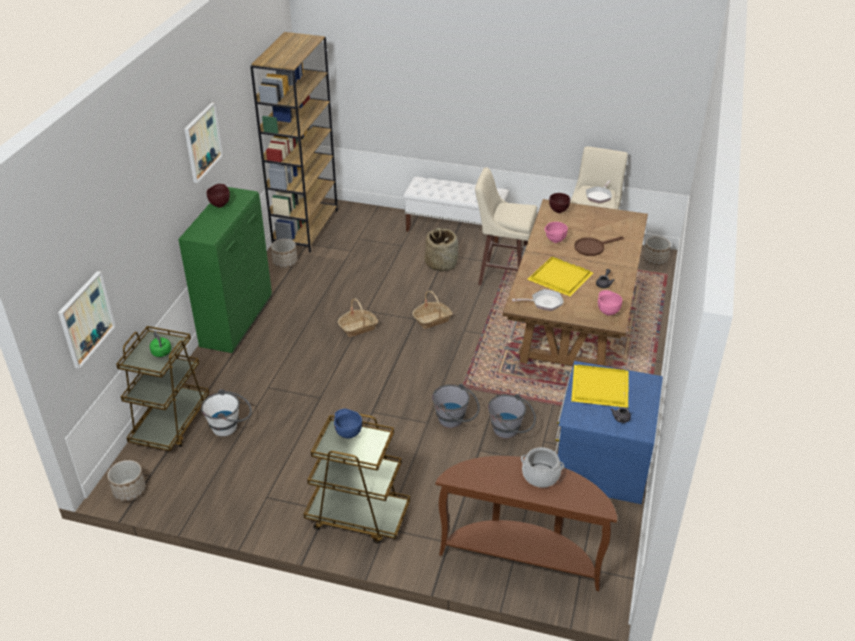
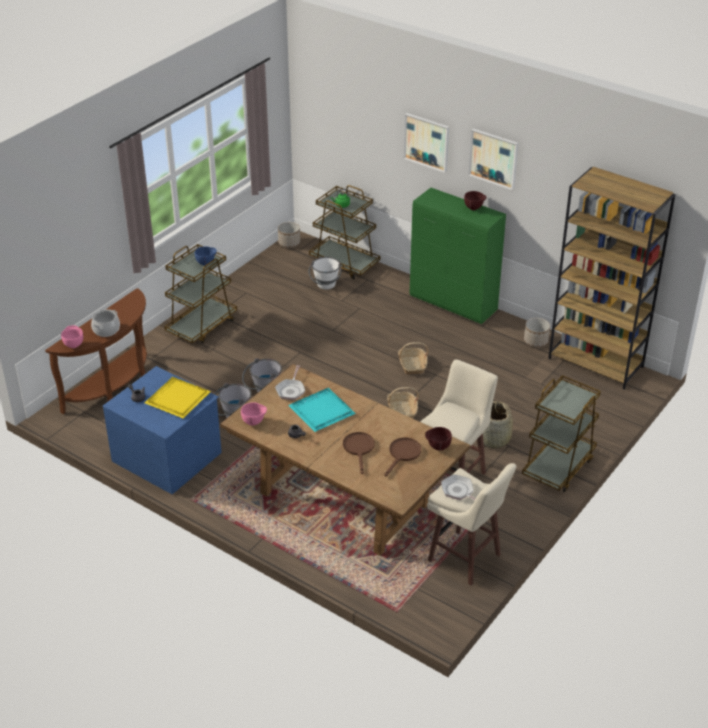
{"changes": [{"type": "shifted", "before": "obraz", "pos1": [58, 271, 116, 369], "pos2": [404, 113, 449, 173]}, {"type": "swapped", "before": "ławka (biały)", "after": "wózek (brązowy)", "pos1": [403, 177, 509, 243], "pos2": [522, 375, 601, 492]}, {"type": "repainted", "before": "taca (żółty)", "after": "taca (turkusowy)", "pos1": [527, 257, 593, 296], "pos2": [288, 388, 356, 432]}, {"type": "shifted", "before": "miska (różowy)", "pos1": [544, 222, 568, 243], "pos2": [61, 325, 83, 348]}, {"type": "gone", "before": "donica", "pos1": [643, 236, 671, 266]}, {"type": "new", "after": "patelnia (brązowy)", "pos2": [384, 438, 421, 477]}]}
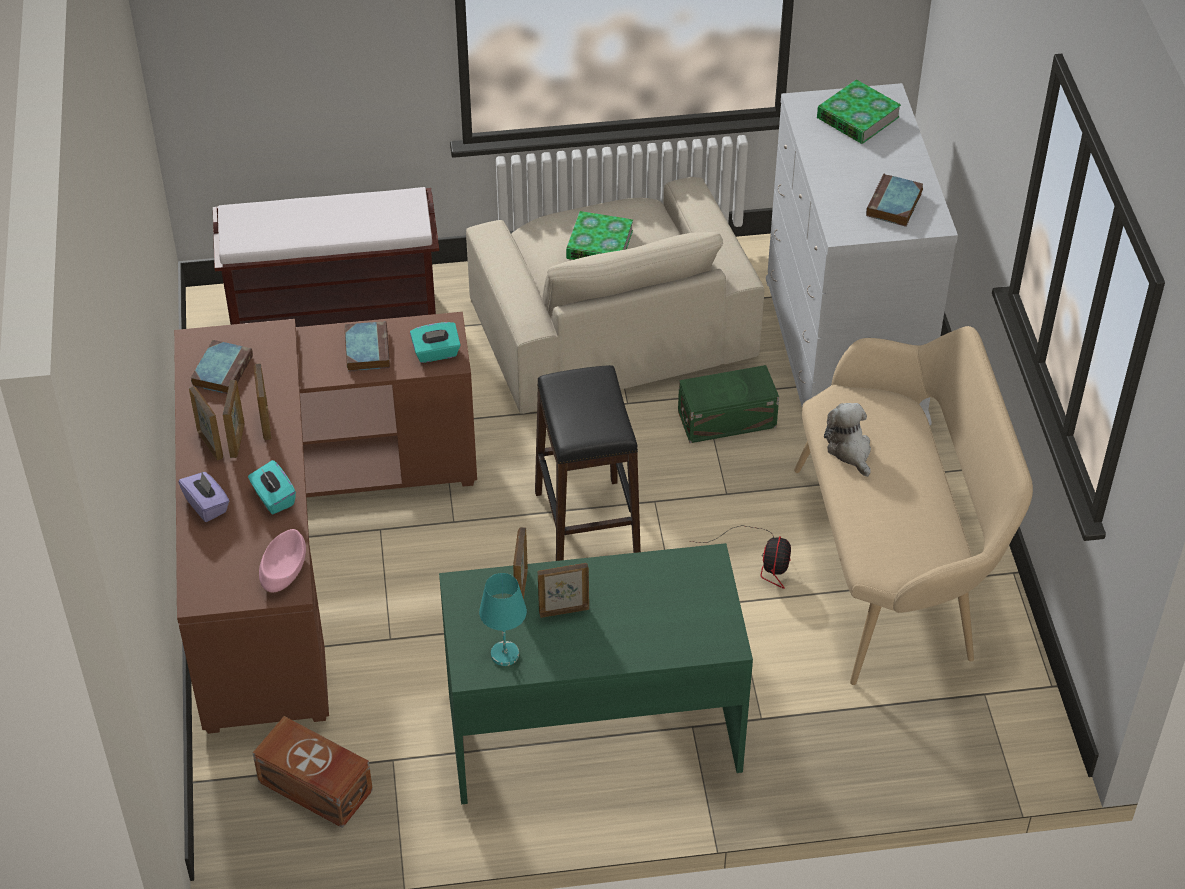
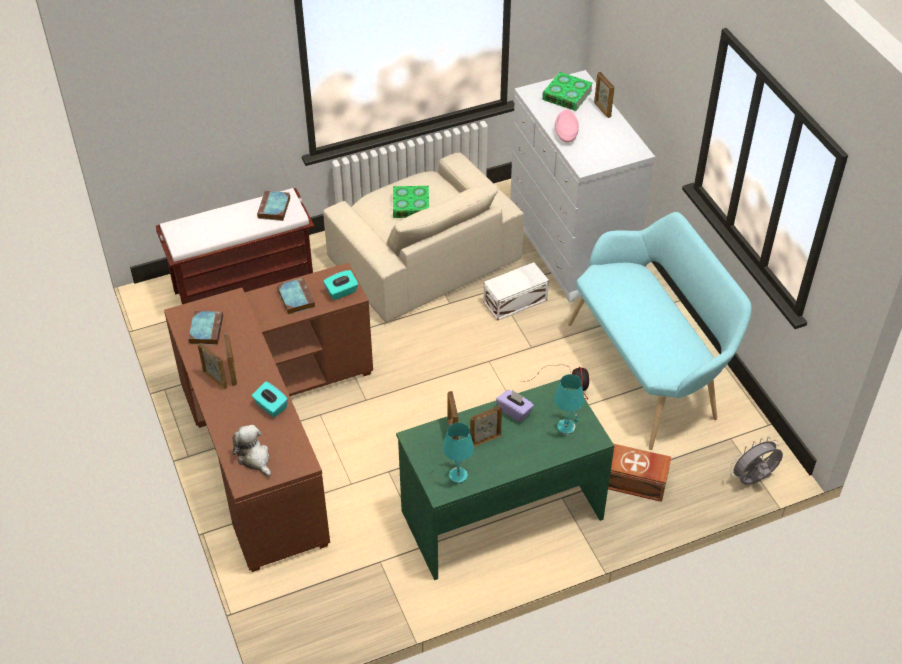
{"changes": [{"type": "shifted", "before": "pudełko chusteczek (fioletowy)", "pos1": [178, 472, 230, 522], "pos2": [496, 389, 534, 422]}, {"type": "shifted", "before": "pojemnik do przechowywania (brązowy)", "pos1": [253, 716, 373, 828], "pos2": [608, 444, 671, 502]}, {"type": "shifted", "before": "ramka na zdjęcie", "pos1": [254, 363, 271, 440], "pos2": [594, 72, 614, 118]}, {"type": "shifted", "before": "miska (różowy)", "pos1": [259, 529, 306, 592], "pos2": [555, 109, 579, 142]}, {"type": "gone", "before": "stołek (czarny)", "pos1": [535, 365, 641, 561]}, {"type": "repainted", "before": "pojemnik do przechowywania (zielony)", "after": "pojemnik do przechowywania (biały)", "pos1": [678, 365, 779, 443], "pos2": [483, 262, 549, 320]}, {"type": "repainted", "before": "ławka (beżowy)", "after": "ławka (turkusowy)", "pos1": [794, 326, 1033, 685], "pos2": [568, 212, 752, 450]}, {"type": "shifted", "before": "pluszak", "pos1": [824, 403, 871, 477], "pos2": [232, 425, 271, 477]}, {"type": "shifted", "before": "książka", "pos1": [866, 174, 923, 227], "pos2": [257, 191, 290, 221]}, {"type": "new", "after": "lampa stołowa (turkusowy)", "pos2": [554, 374, 584, 435]}, {"type": "new", "after": "wentylator (szary)", "pos2": [729, 437, 783, 485]}]}
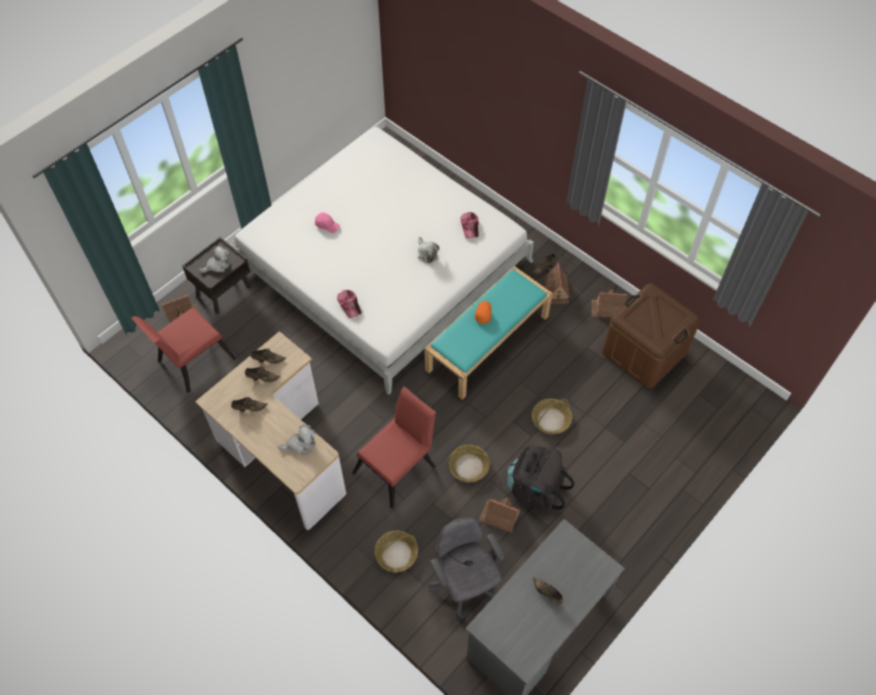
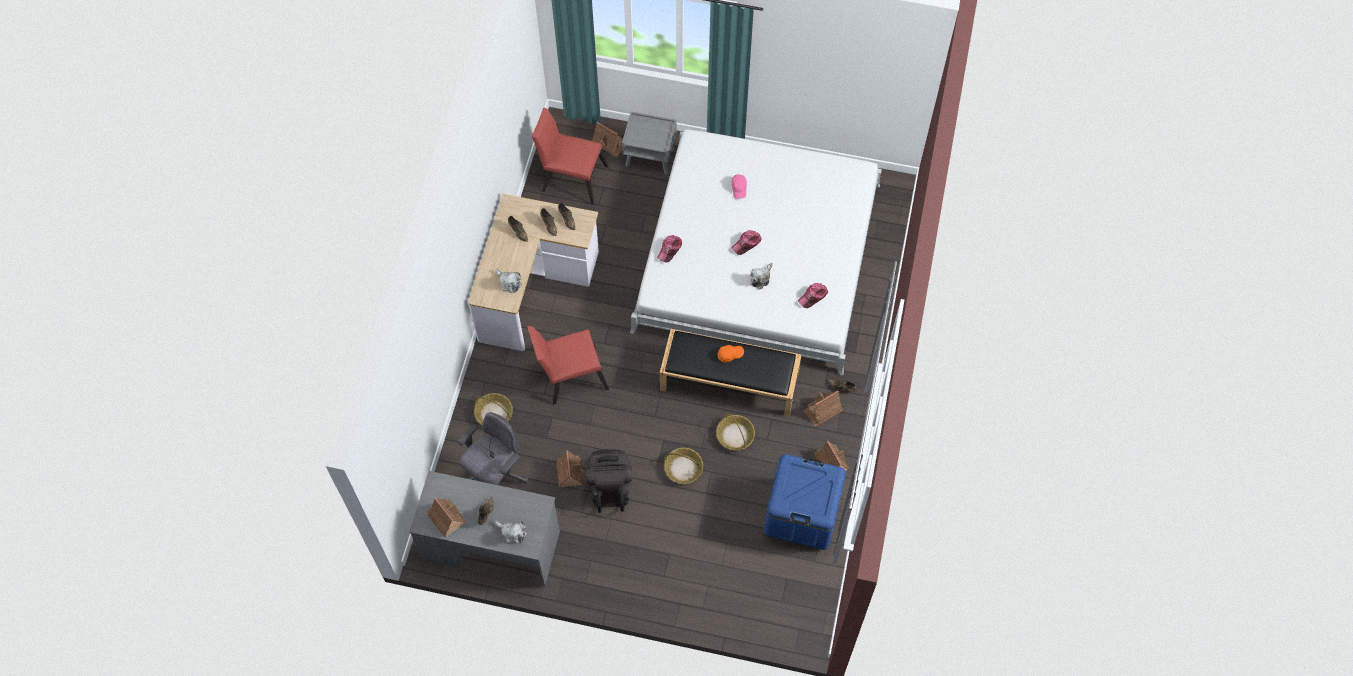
{"changes": [{"type": "repainted", "before": "szafka nocna (brązowy)", "after": "szafka nocna (szary)", "pos1": [182, 237, 251, 314], "pos2": [622, 112, 676, 175]}, {"type": "shifted", "before": "pluszak", "pos1": [199, 246, 230, 273], "pos2": [495, 520, 527, 544]}, {"type": "rotated", "before": "krzesło (czerwony)", "pos1": [352, 386, 436, 509], "pos2": [527, 326, 609, 405], "turn": 150}, {"type": "repainted", "before": "ławka (turkusowy)", "after": "ławka (czarny)", "pos1": [425, 266, 552, 400], "pos2": [660, 329, 801, 417]}, {"type": "shifted", "before": "koszyk", "pos1": [449, 445, 490, 482], "pos2": [716, 413, 755, 451]}, {"type": "repainted", "before": "pojemnik do przechowywania (brązowy)", "after": "pojemnik do przechowywania (niebieski)", "pos1": [602, 283, 700, 389], "pos2": [764, 454, 846, 550]}, {"type": "new", "after": "domek", "pos2": [426, 498, 466, 537]}, {"type": "new", "after": "czapka z daszkiem", "pos2": [732, 230, 762, 255]}]}
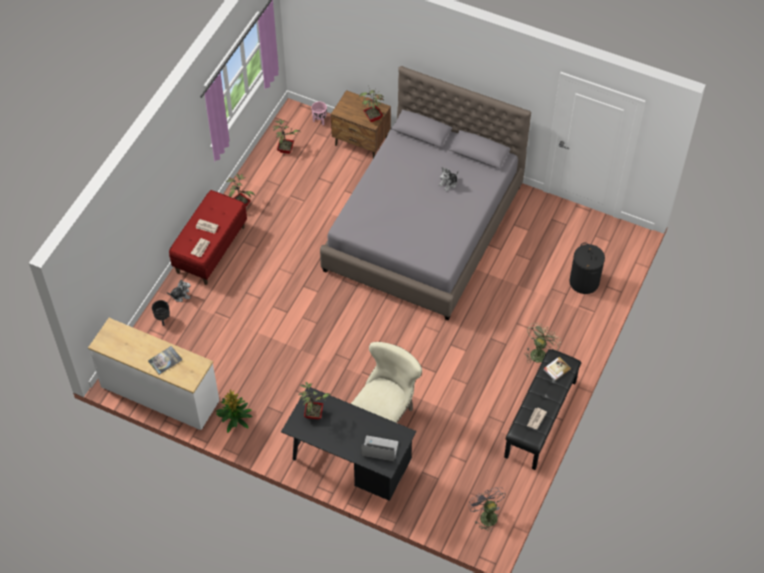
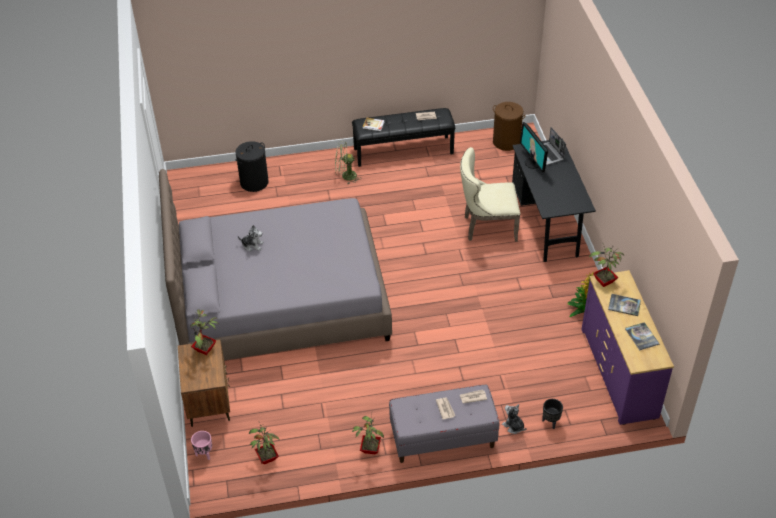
{"changes": [{"type": "repainted", "before": "komoda (biały)", "after": "komoda (fioletowy)", "pos1": [88, 318, 220, 430], "pos2": [581, 270, 674, 425]}, {"type": "repainted", "before": "ławka (czerwony)", "after": "ławka (szary)", "pos1": [169, 190, 247, 285], "pos2": [389, 385, 499, 463]}, {"type": "shifted", "before": "roślina doniczkowa", "pos1": [299, 382, 331, 419], "pos2": [589, 242, 624, 287]}, {"type": "swapped", "before": "wentylator (szary)", "after": "kosz na pranie (brązowy)", "pos1": [468, 487, 506, 532], "pos2": [493, 102, 526, 151]}, {"type": "new", "after": "monitor", "pos2": [520, 122, 548, 172]}, {"type": "new", "after": "książka", "pos2": [625, 322, 659, 350]}]}
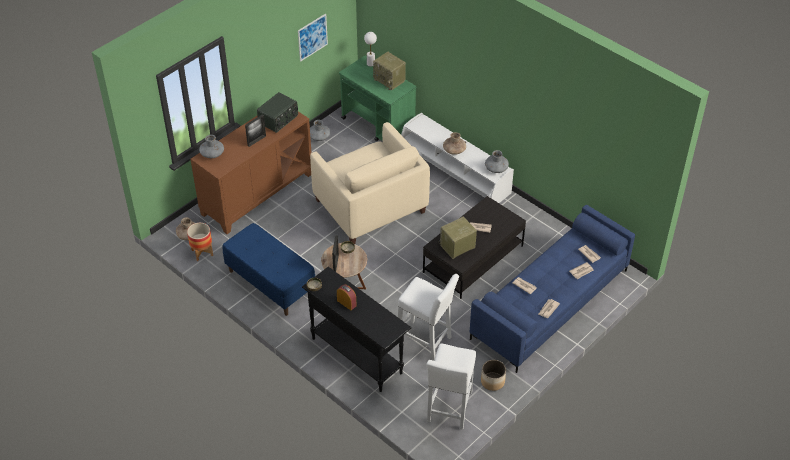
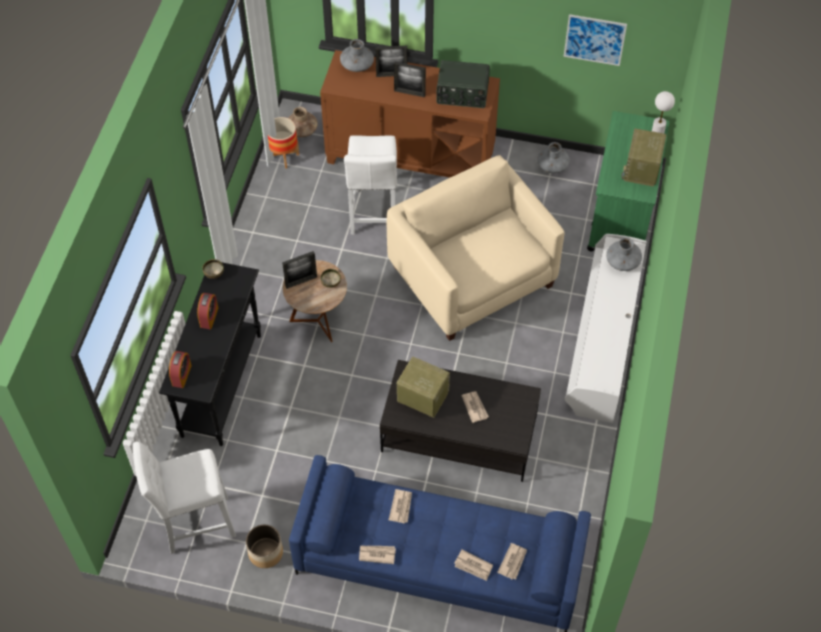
{"changes": [{"type": "gone", "before": "ławka (niebieski)", "pos1": [222, 223, 315, 316]}, {"type": "rotated", "before": "fotel (beżowy)", "pos1": [310, 122, 430, 244], "pos2": [387, 155, 565, 341], "turn": 120}, {"type": "shifted", "before": "stołek (biały)", "pos1": [398, 274, 459, 361], "pos2": [344, 135, 397, 235]}, {"type": "gone", "before": "wazon (brązowy)", "pos1": [443, 132, 466, 155]}, {"type": "shifted", "before": "wazon (szary)", "pos1": [485, 150, 509, 173], "pos2": [606, 237, 642, 271]}, {"type": "new", "after": "budzik", "pos2": [169, 351, 192, 388]}, {"type": "new", "after": "ramka na zdjęcie", "pos2": [375, 46, 407, 77]}]}
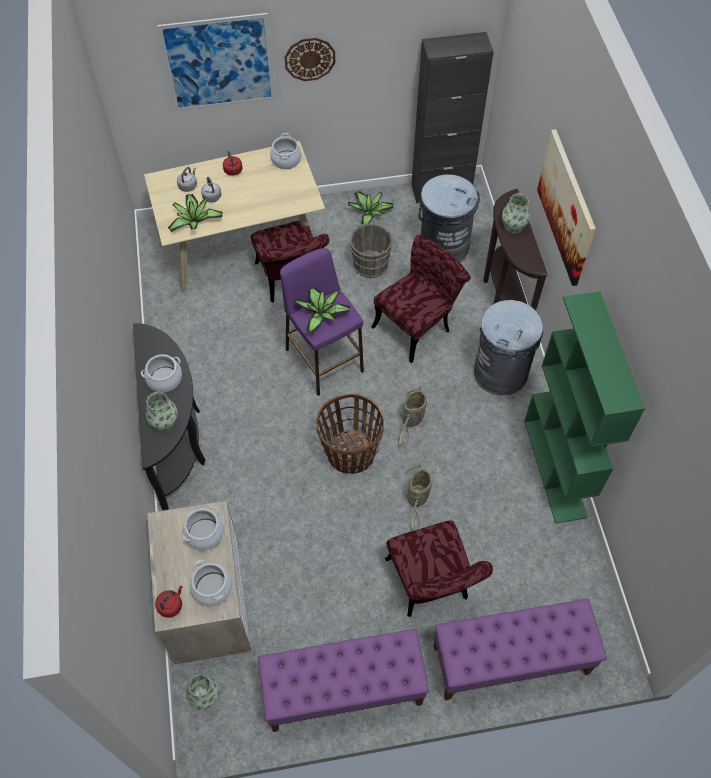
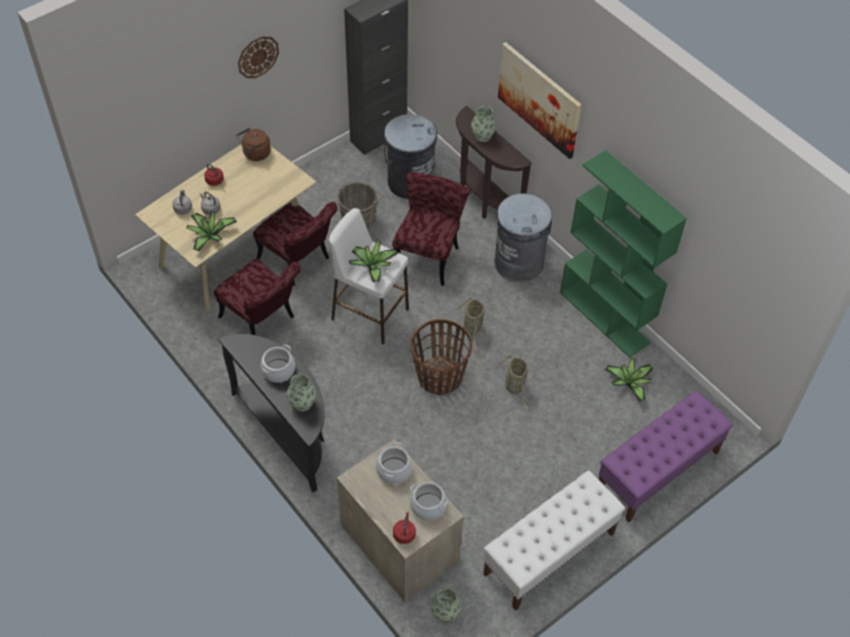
{"changes": [{"type": "gone", "before": "obraz", "pos1": [157, 13, 276, 111]}, {"type": "repainted", "before": "ławka (fioletowy)", "after": "ławka (biały)", "pos1": [258, 629, 429, 732], "pos2": [483, 470, 626, 611]}, {"type": "swapped", "before": "garnek", "after": "czajnik (brązowy)", "pos1": [270, 133, 302, 169], "pos2": [236, 128, 271, 161]}, {"type": "repainted", "before": "stołek (fioletowy)", "after": "stołek (biały)", "pos1": [280, 248, 364, 396], "pos2": [329, 208, 409, 345]}, {"type": "shifted", "before": "roślina doniczkowa", "pos1": [348, 191, 393, 226], "pos2": [605, 358, 653, 402]}, {"type": "shifted", "before": "krzesło (czerwony)", "pos1": [385, 520, 493, 617], "pos2": [214, 259, 301, 335]}]}
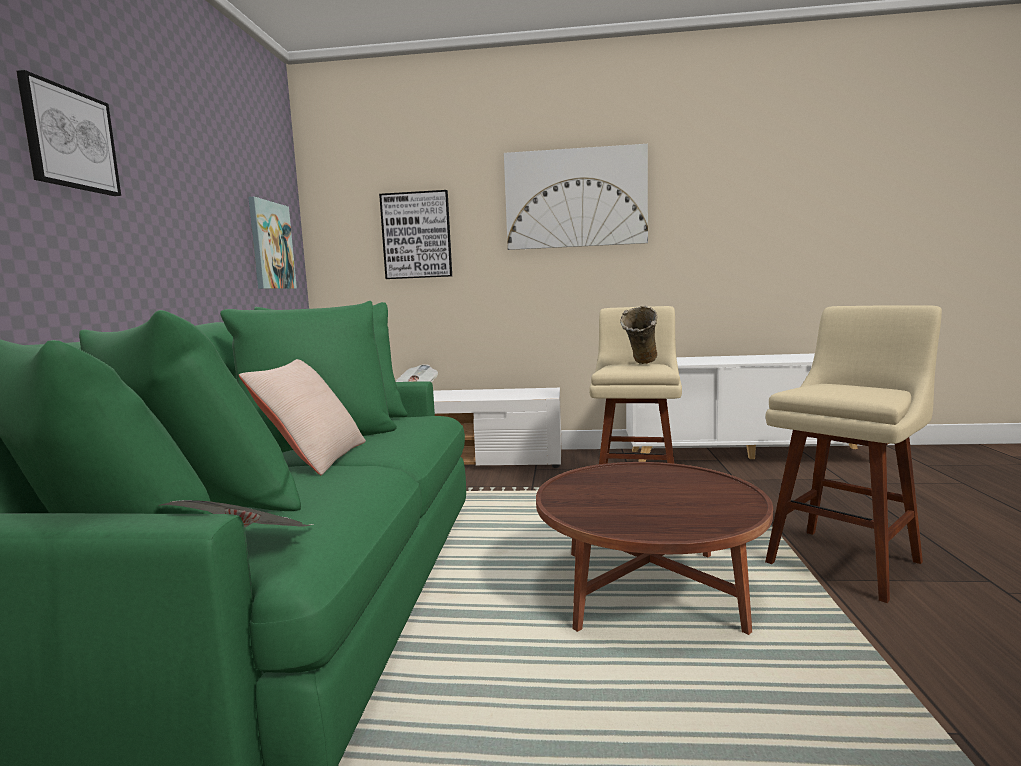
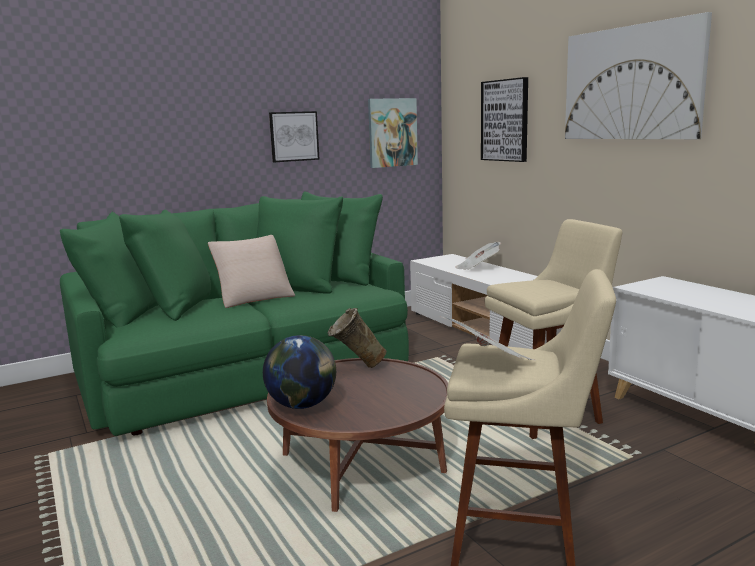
{"changes": [{"type": "shifted", "before": "obraz", "pos1": [16, 70, 121, 196], "pos2": [269, 111, 320, 162]}, {"type": "shifted", "before": "gazeta", "pos1": [158, 500, 314, 527], "pos2": [439, 316, 534, 360]}, {"type": "shifted", "before": "wazon (beżowy)", "pos1": [620, 306, 658, 364], "pos2": [327, 308, 387, 368]}, {"type": "new", "after": "globus", "pos2": [263, 335, 336, 409]}]}
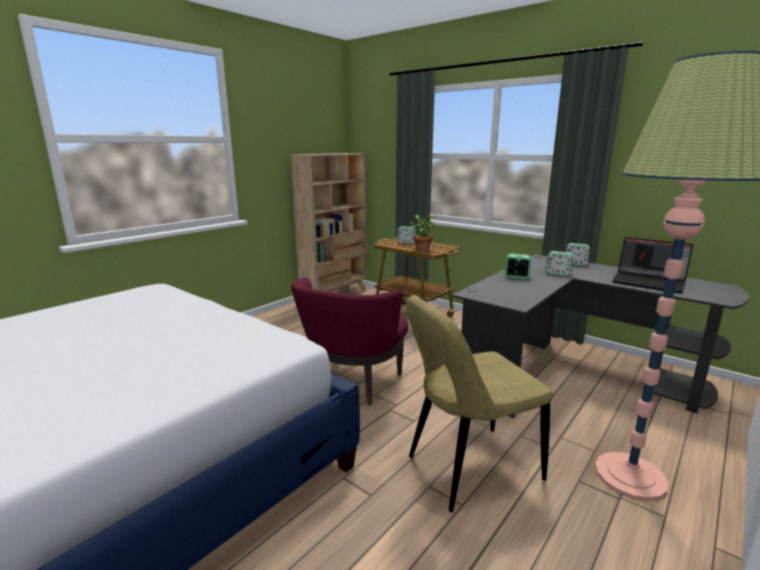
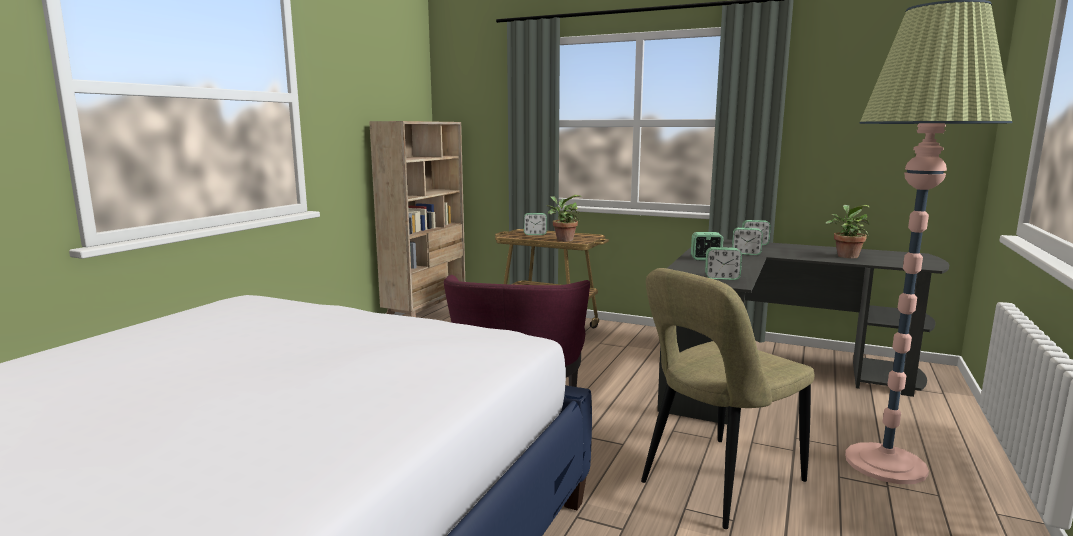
{"changes": [{"type": "swapped", "before": "laptop", "after": "roślina doniczkowa", "pos1": [612, 237, 693, 293], "pos2": [826, 205, 870, 259]}, {"type": "new", "after": "budzik", "pos2": [705, 247, 742, 280]}]}
